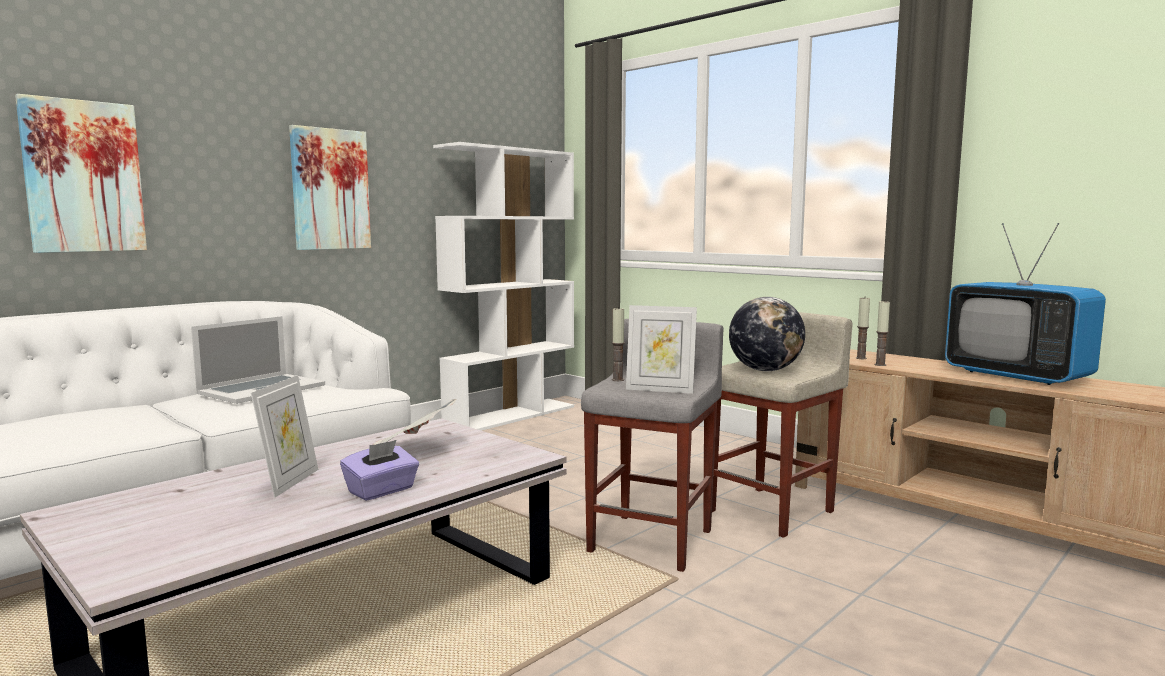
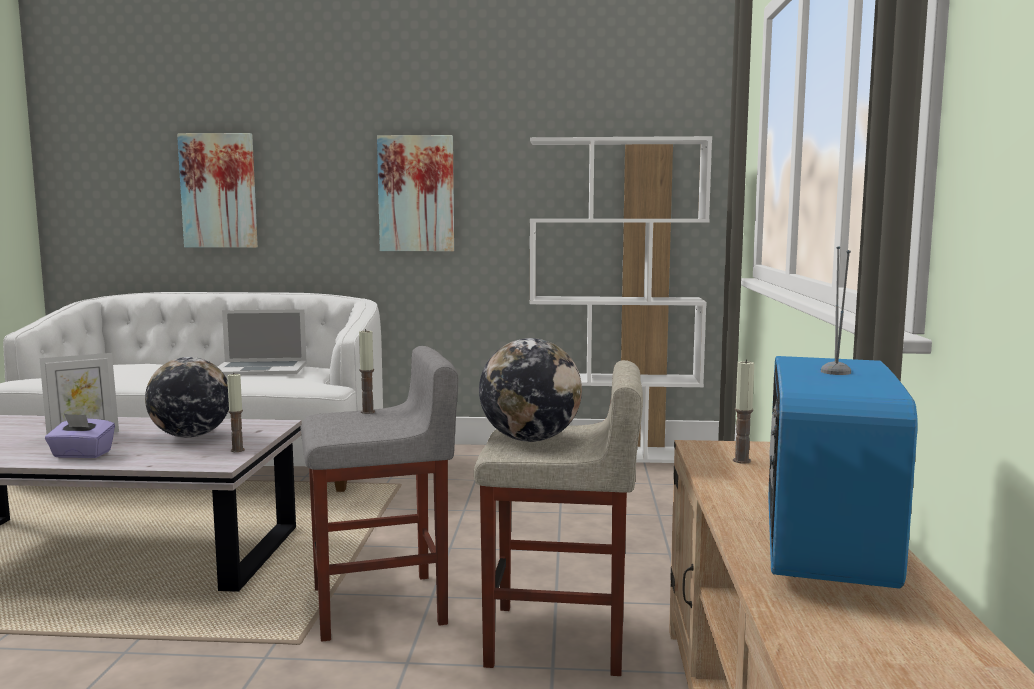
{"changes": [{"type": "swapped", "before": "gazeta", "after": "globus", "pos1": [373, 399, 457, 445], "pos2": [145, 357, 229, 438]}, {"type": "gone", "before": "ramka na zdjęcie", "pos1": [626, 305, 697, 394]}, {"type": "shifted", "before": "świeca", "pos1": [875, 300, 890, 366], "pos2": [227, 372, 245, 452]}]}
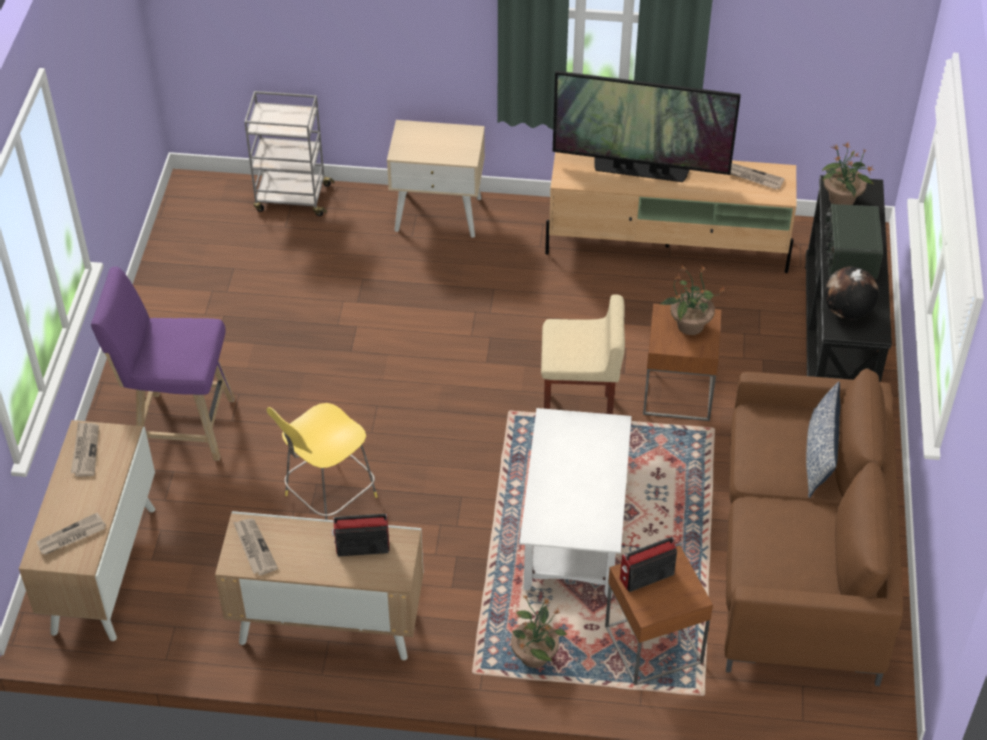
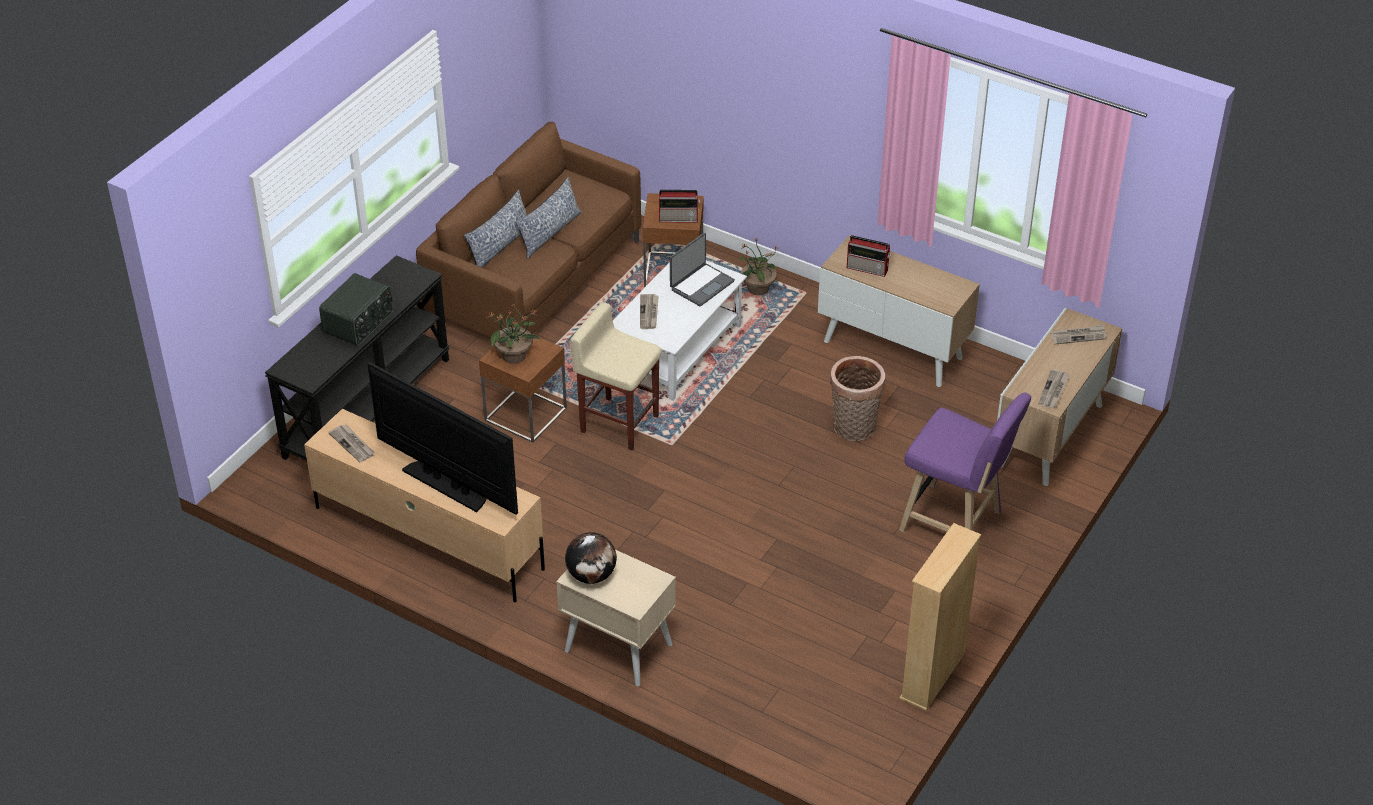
{"changes": [{"type": "shifted", "before": "gazeta", "pos1": [233, 518, 278, 575], "pos2": [640, 294, 659, 329]}, {"type": "gone", "before": "wózek (szary)", "pos1": [244, 91, 334, 216]}, {"type": "swapped", "before": "stołek (żółty)", "after": "koszyk", "pos1": [267, 403, 378, 520], "pos2": [830, 356, 885, 441]}, {"type": "gone", "before": "roślina doniczkowa", "pos1": [822, 142, 875, 205]}, {"type": "shifted", "before": "globus", "pos1": [825, 266, 878, 320], "pos2": [565, 532, 617, 584]}, {"type": "new", "after": "poduszka", "pos2": [515, 177, 582, 259]}, {"type": "new", "after": "laptop", "pos2": [670, 233, 735, 306]}, {"type": "new", "after": "regał (beżowy)", "pos2": [899, 523, 981, 711]}]}
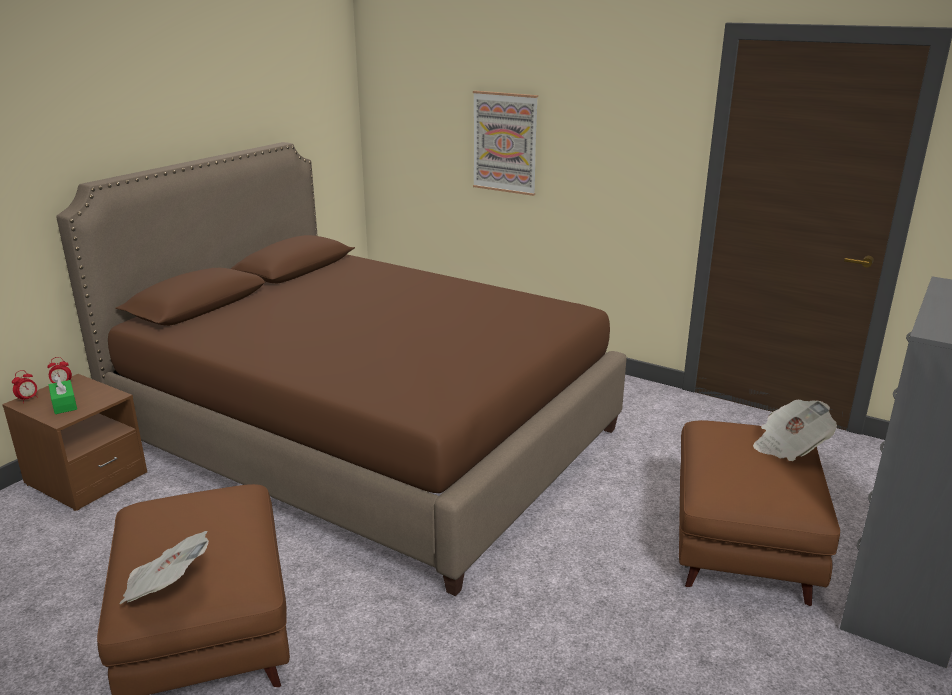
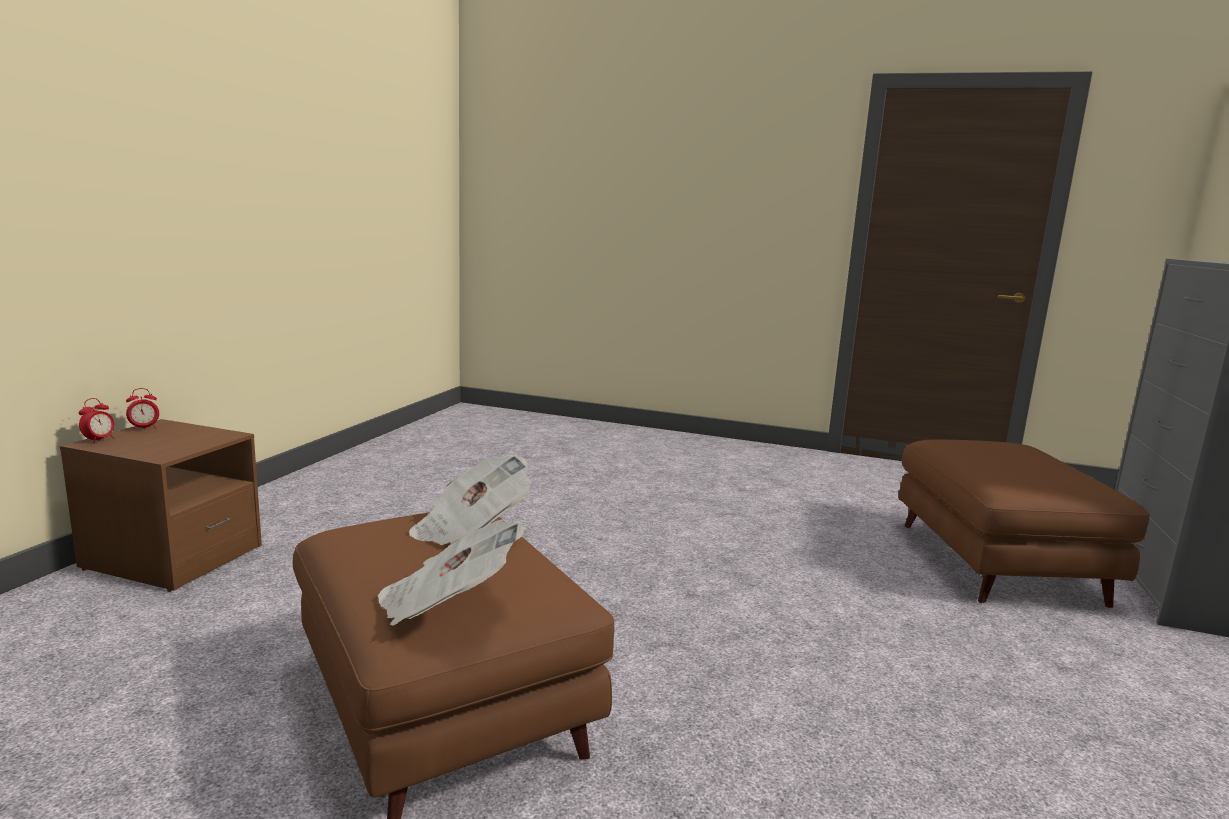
{"changes": [{"type": "gone", "before": "pudełko chusteczek (zielony)", "pos1": [49, 375, 77, 414]}, {"type": "gone", "before": "łóżko (brązowy)", "pos1": [57, 142, 627, 596]}, {"type": "gone", "before": "obraz", "pos1": [473, 91, 538, 196]}, {"type": "shifted", "before": "gazeta", "pos1": [753, 400, 837, 461], "pos2": [409, 456, 531, 545]}]}
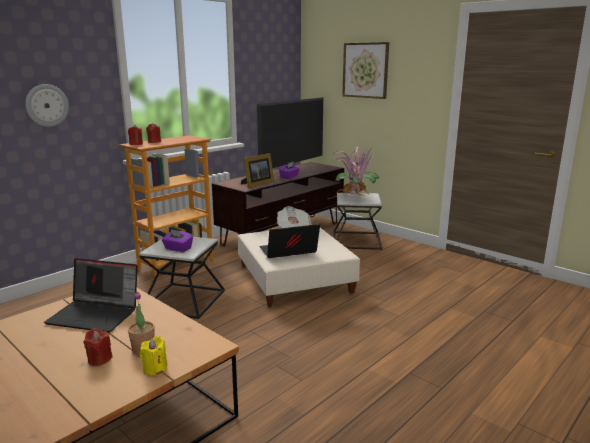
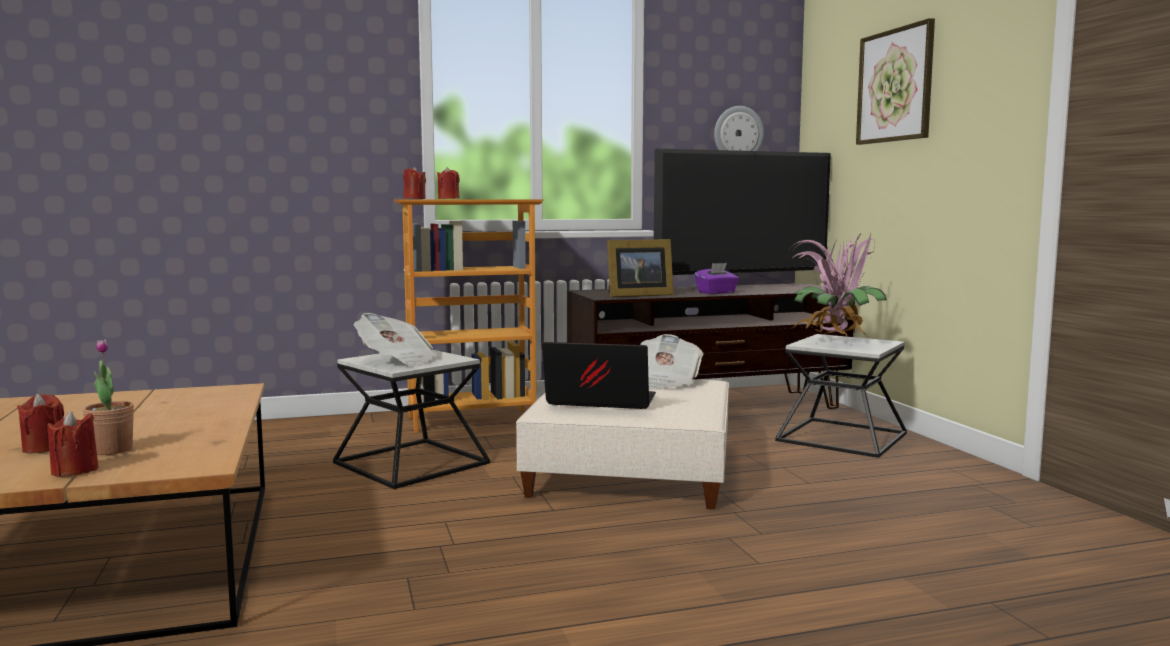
{"changes": [{"type": "shifted", "before": "zegar ścienny", "pos1": [25, 84, 69, 127], "pos2": [714, 106, 764, 151]}, {"type": "gone", "before": "laptop", "pos1": [44, 258, 137, 333]}, {"type": "repainted", "before": "świeca (żółty)", "after": "świeca (czerwony)", "pos1": [140, 336, 168, 375], "pos2": [47, 411, 99, 477]}, {"type": "swapped", "before": "pudełko chusteczek (fioletowy)", "after": "gazeta", "pos1": [162, 229, 193, 252], "pos2": [354, 313, 438, 367]}]}
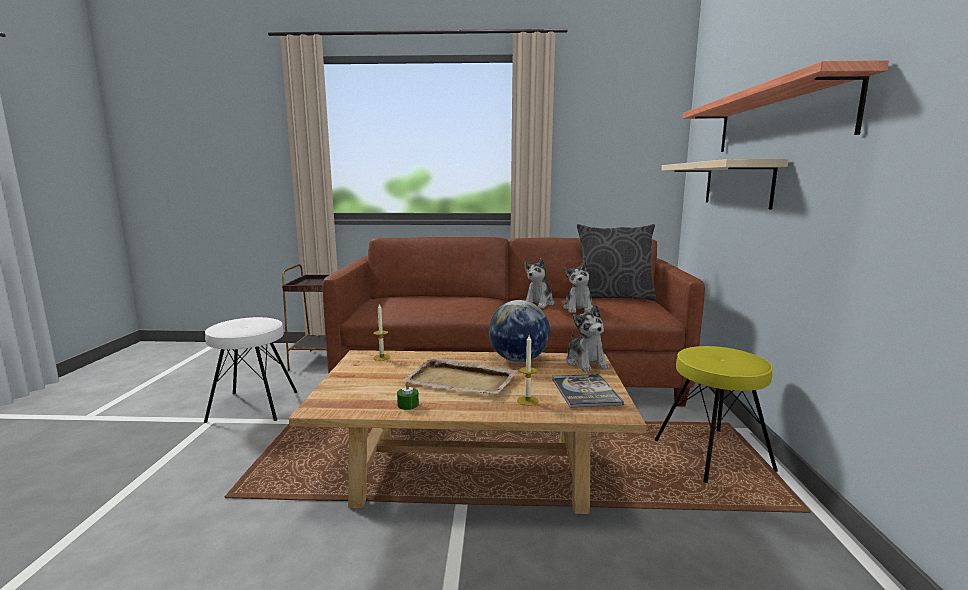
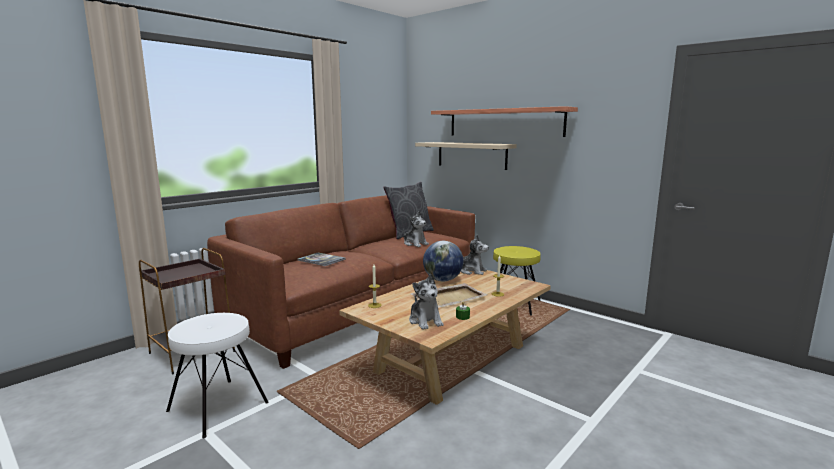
{"changes": [{"type": "shifted", "before": "pluszak", "pos1": [524, 258, 555, 308], "pos2": [409, 274, 444, 330]}, {"type": "shifted", "before": "książka", "pos1": [552, 374, 624, 408], "pos2": [297, 253, 346, 266]}]}
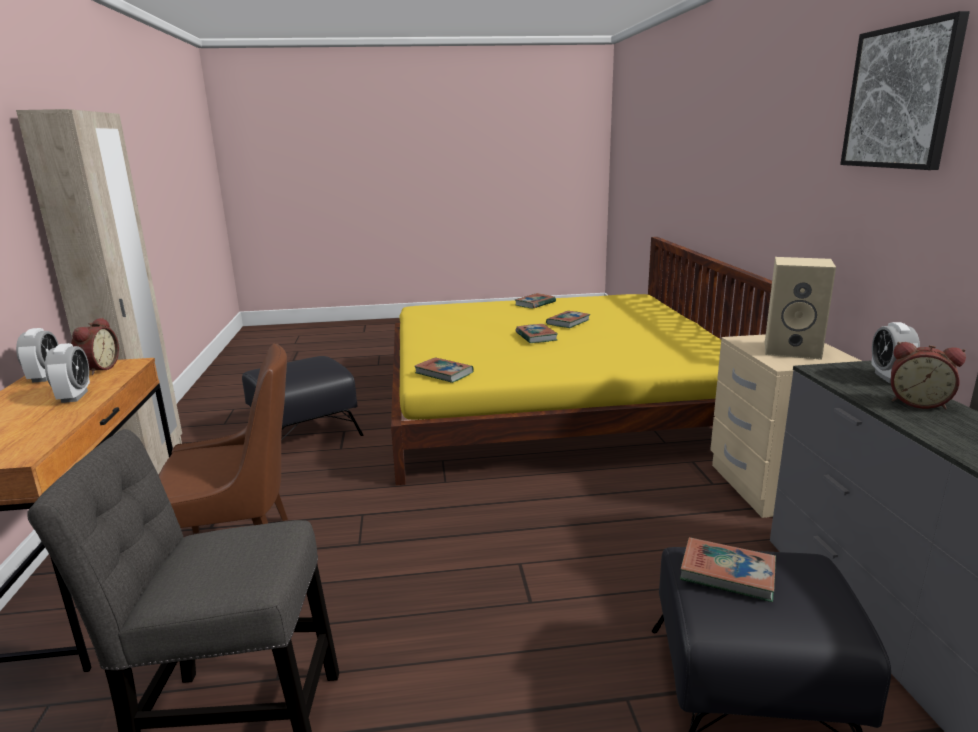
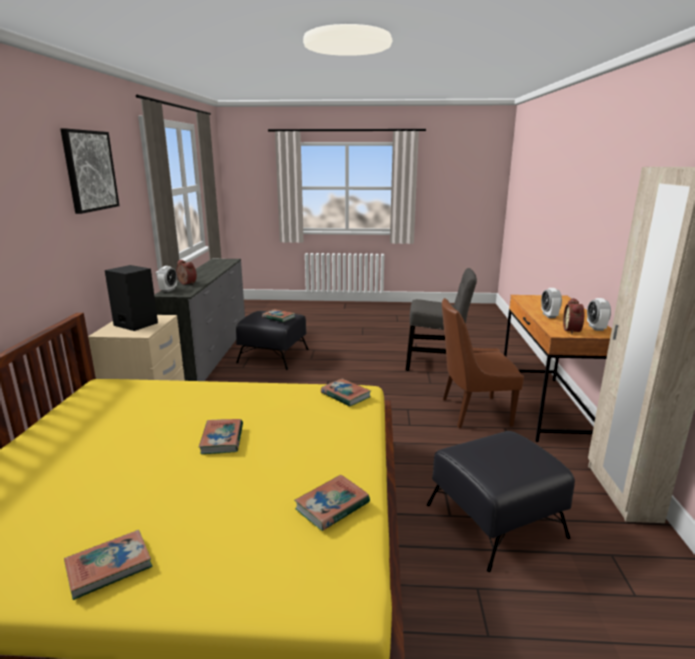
{"changes": [{"type": "shifted", "before": "książka", "pos1": [546, 311, 590, 328], "pos2": [294, 475, 370, 531]}, {"type": "repainted", "before": "głośnik (beżowy)", "after": "głośnik (czarny)", "pos1": [765, 257, 836, 360], "pos2": [105, 265, 158, 331]}]}
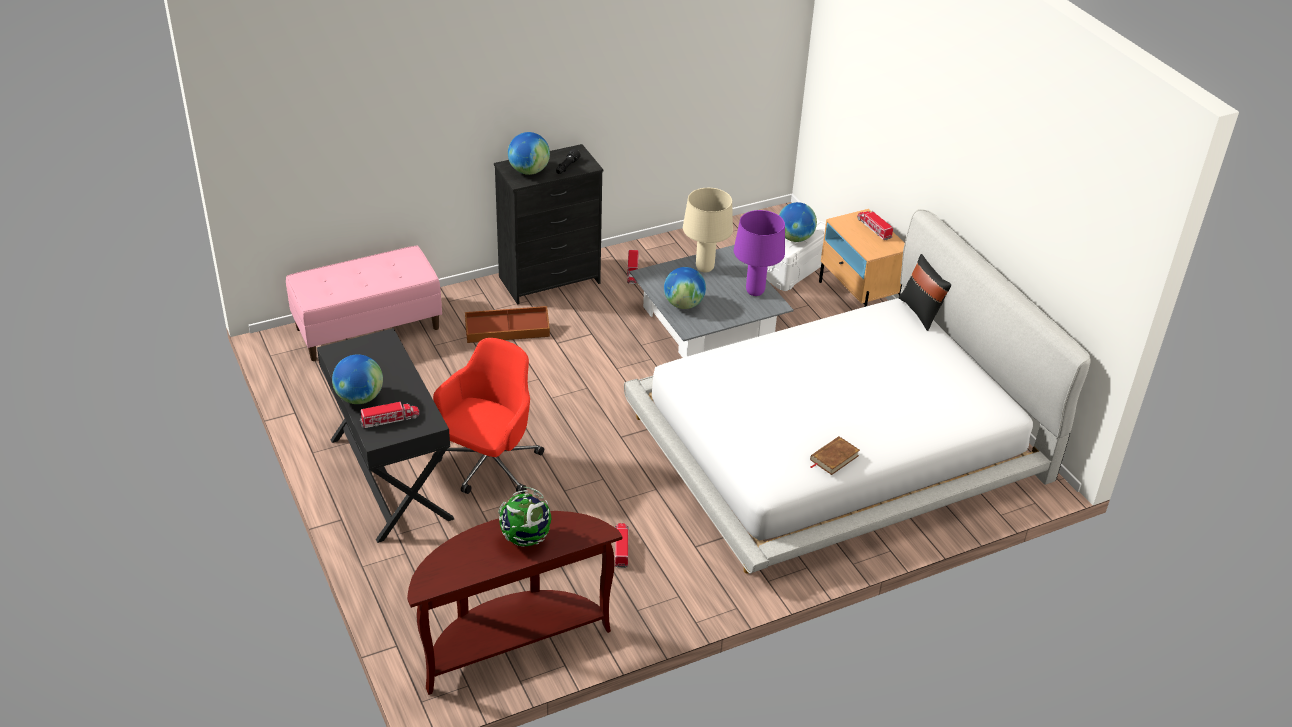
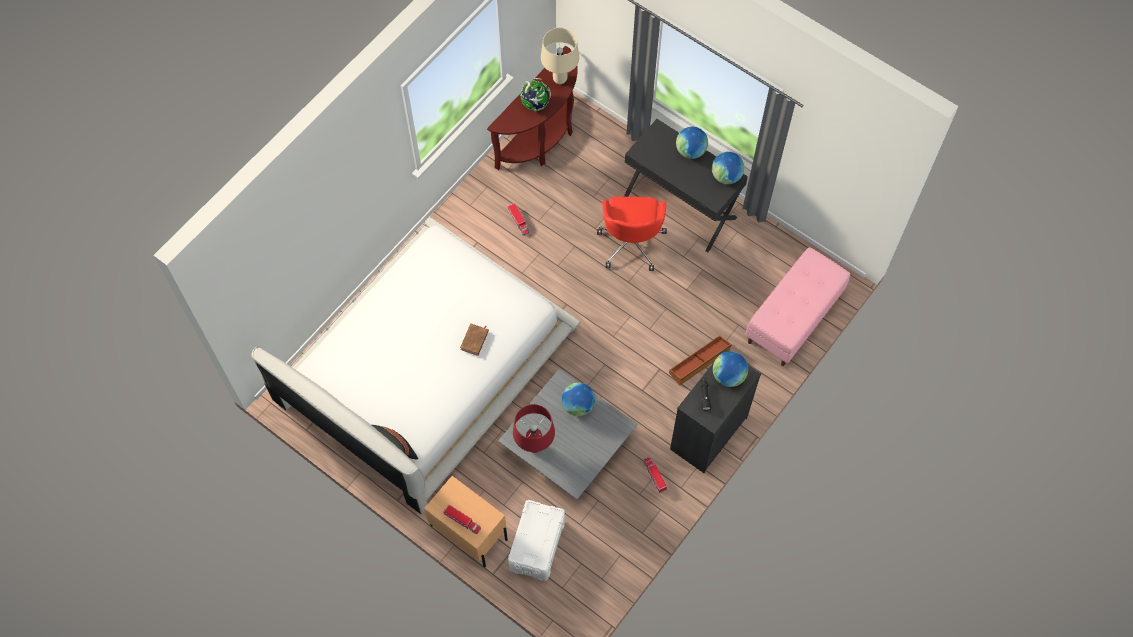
{"changes": [{"type": "gone", "before": "ciężarówka zabawkowa", "pos1": [360, 402, 420, 428]}, {"type": "shifted", "before": "lampa stołowa (beżowy)", "pos1": [683, 188, 733, 273], "pos2": [541, 28, 579, 84]}, {"type": "repainted", "before": "lampa stołowa (fioletowy)", "after": "lampa stołowa (czerwony)", "pos1": [734, 210, 785, 296], "pos2": [513, 404, 555, 453]}, {"type": "shifted", "before": "globus", "pos1": [779, 202, 817, 242], "pos2": [712, 152, 744, 184]}, {"type": "shifted", "before": "książka (brązowy)", "pos1": [810, 436, 860, 475], "pos2": [460, 323, 489, 356]}]}
